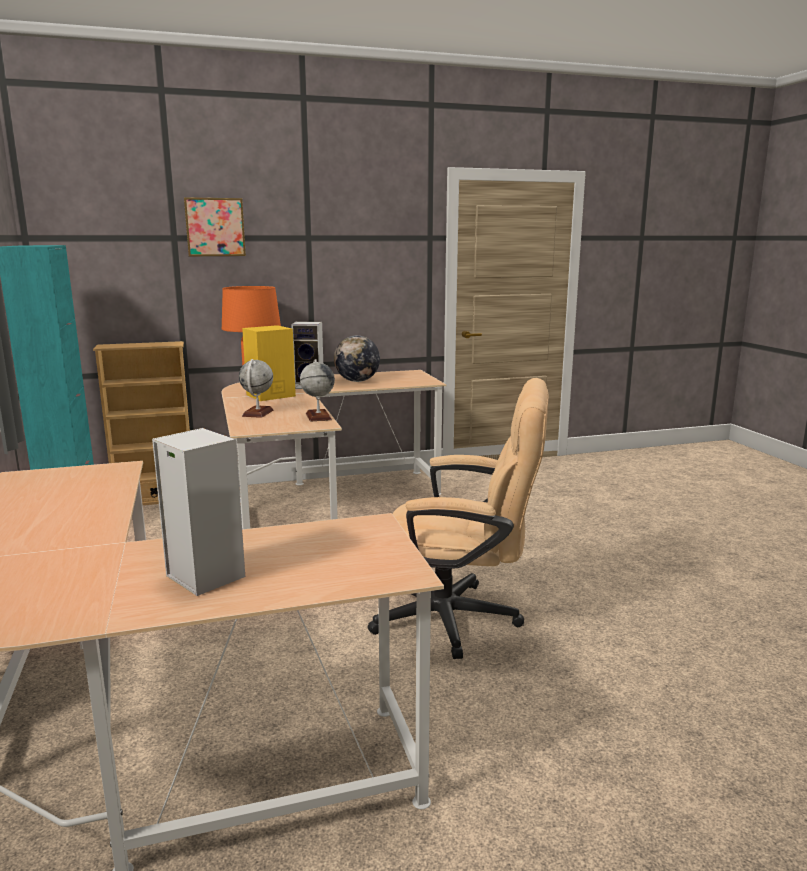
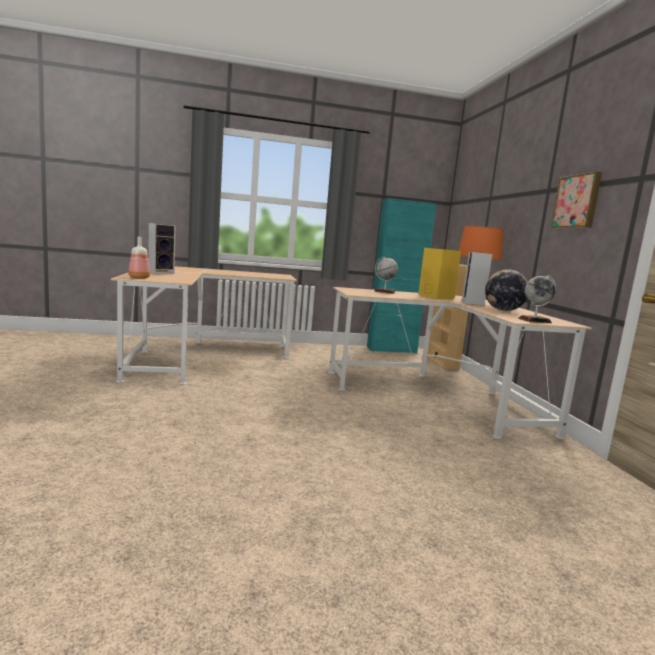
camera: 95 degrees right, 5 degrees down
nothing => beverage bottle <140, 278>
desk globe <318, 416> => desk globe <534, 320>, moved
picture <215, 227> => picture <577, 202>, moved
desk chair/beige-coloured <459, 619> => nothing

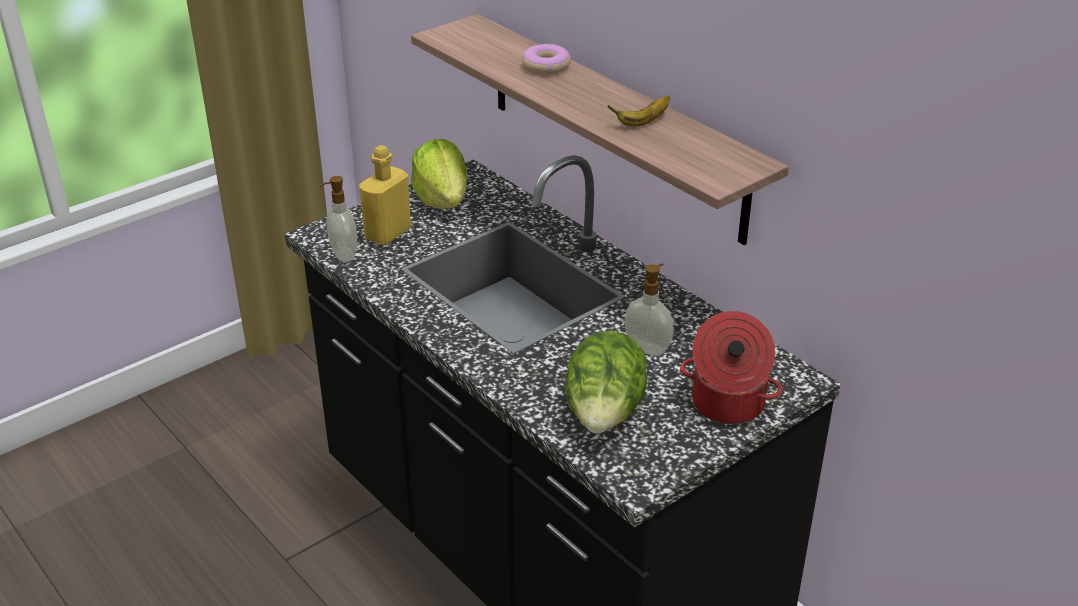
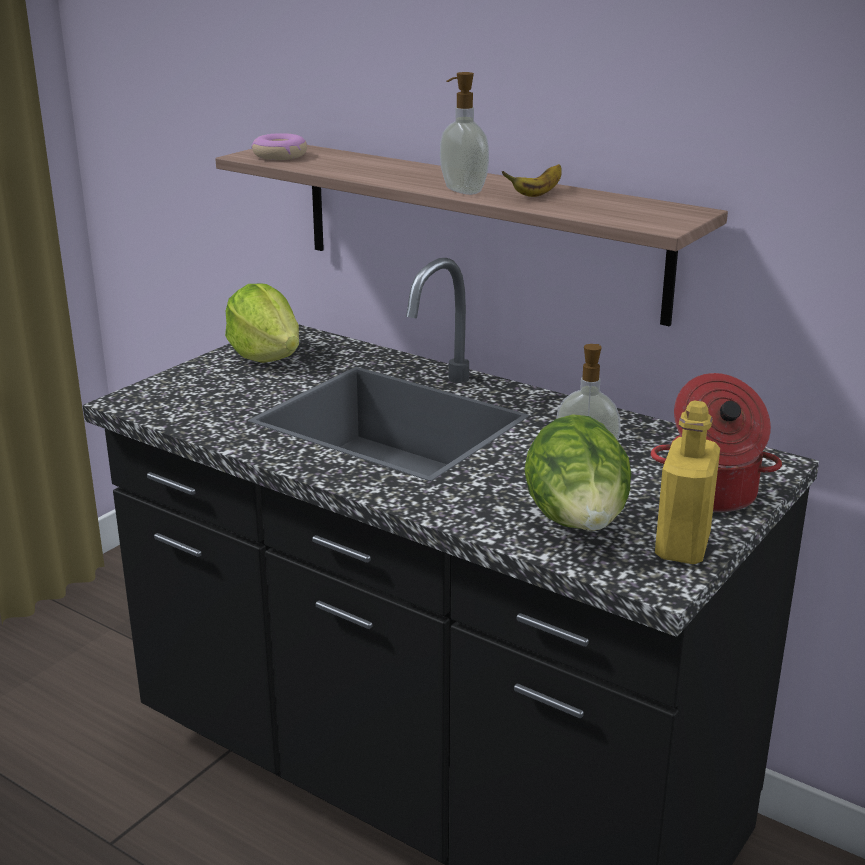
camera: 15 degrees left, 10 degrees down
ring doughnut <546, 66> => ring doughnut <280, 156>, moved
liquid soap bottle <342, 255> => liquid soap bottle <462, 191>, moved
beverage bottle/yellowish <388, 234> => beverage bottle/yellowish <682, 546>, moved

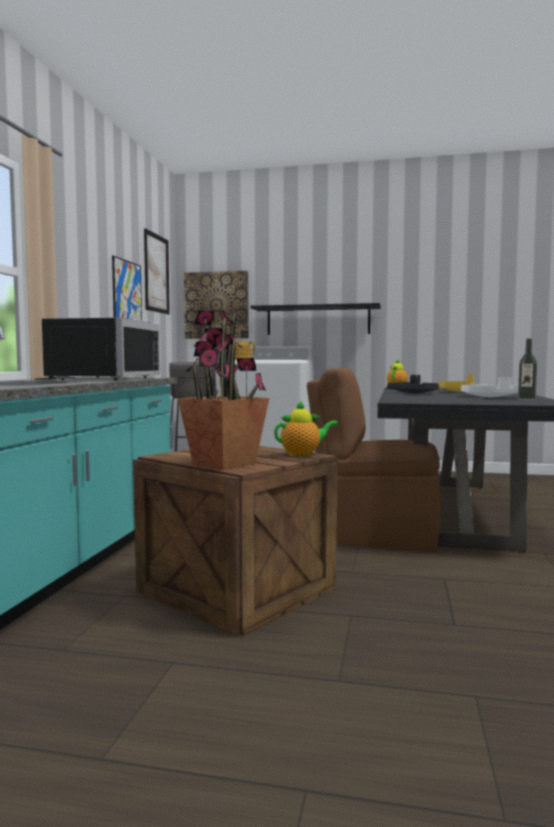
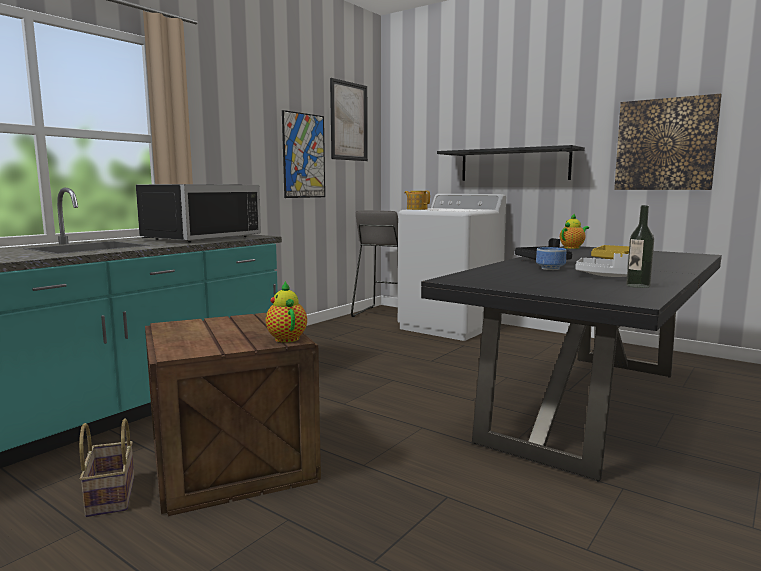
camera: 25 degrees right, 5 degrees up
nothing => storage basket <109, 495>
pot for tea <303, 454> => pot for tea <286, 338>, 120 degrees counterclockwise
nothing => bowl <549, 268>
picture <216, 305> => picture <665, 144>, moved
potted plant <223, 464> => nothing
upright chair/brownish <374, 535> => nothing

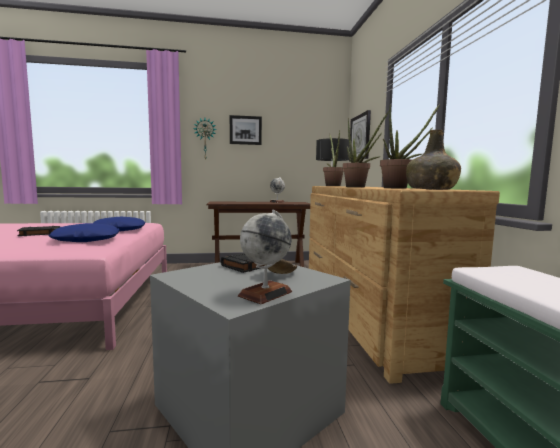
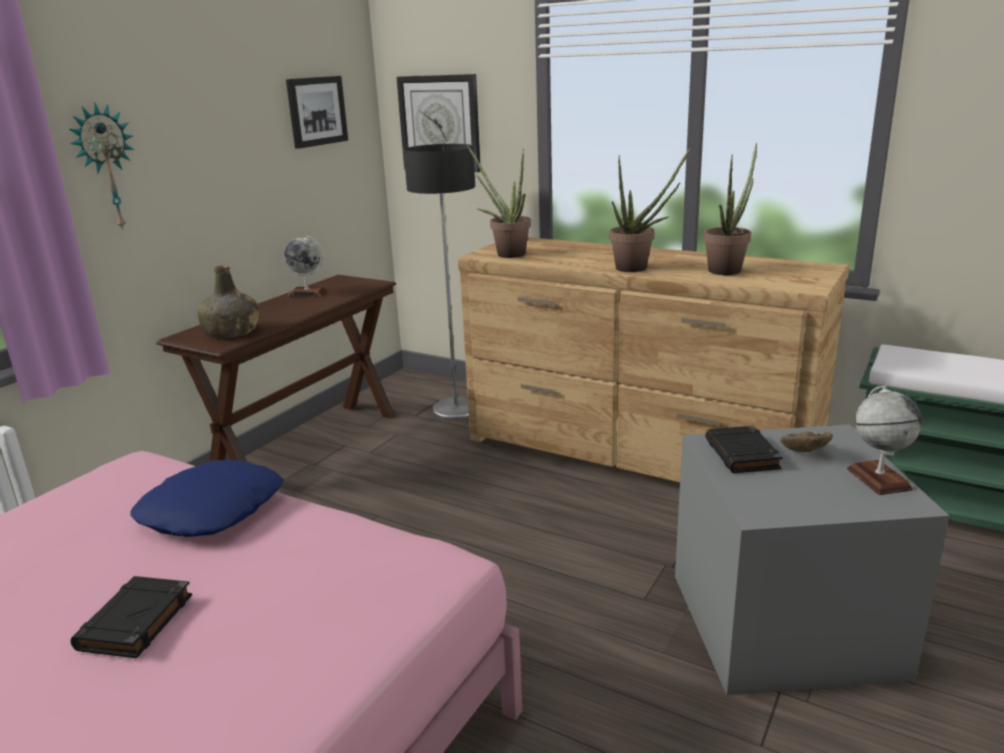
camera: 50 degrees left, 15 degrees up
beverage bottle/greenish <431, 189> => beverage bottle/greenish <232, 332>, moved
picture <245, 130> => picture <316, 111>, moved
cushion/bluish <87, 240> => nothing

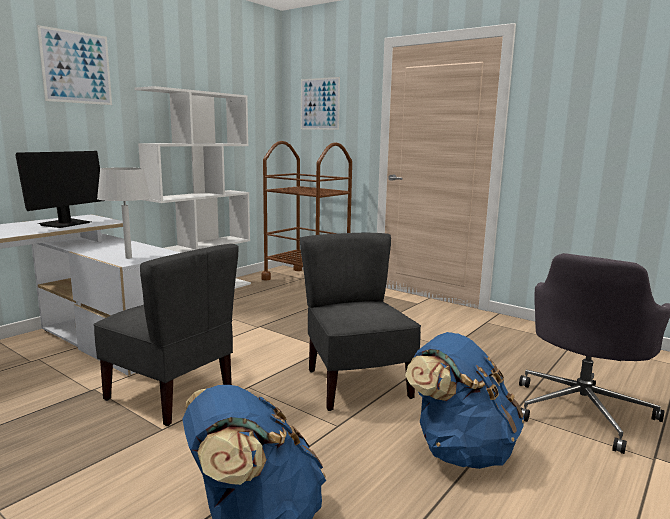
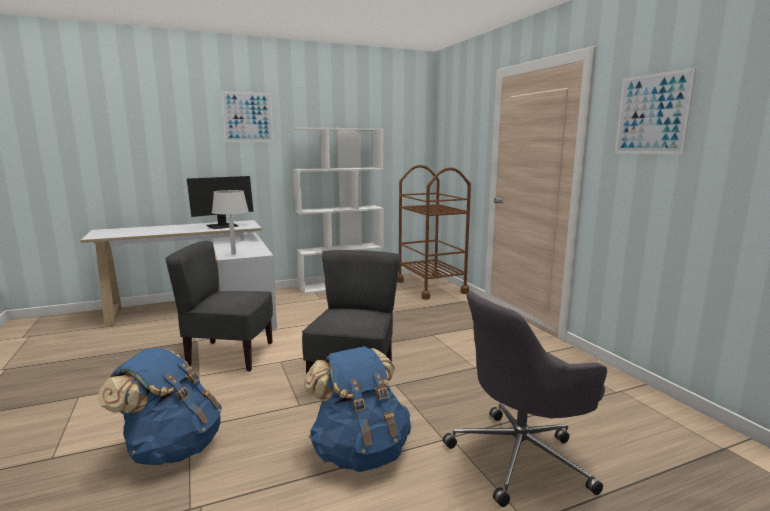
camera: 30 degrees right, 0 degrees up
upright chair/grey <171, 395> => upright chair/grey <230, 355>, 120 degrees clockwise
picture <319, 104> => picture <652, 114>, moved

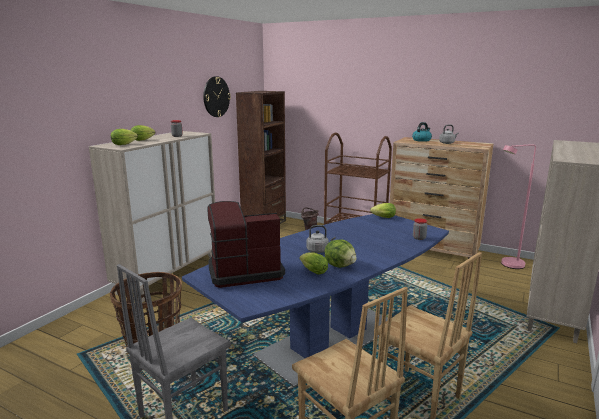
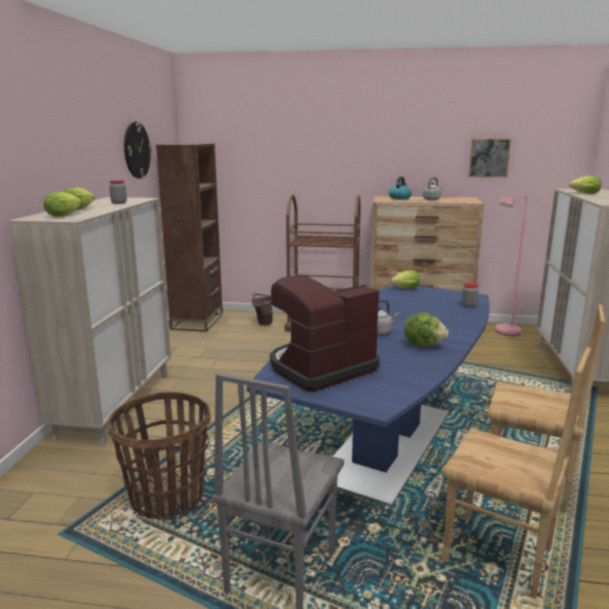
camera: 20 degrees left, 0 degrees up
nothing => picture <489, 157>
lettuce <312, 271> => lettuce <583, 193>, moved

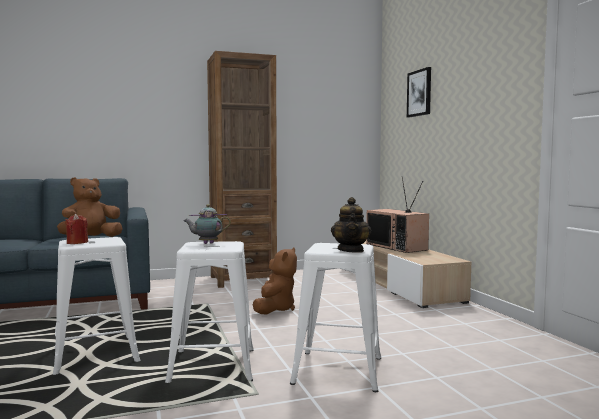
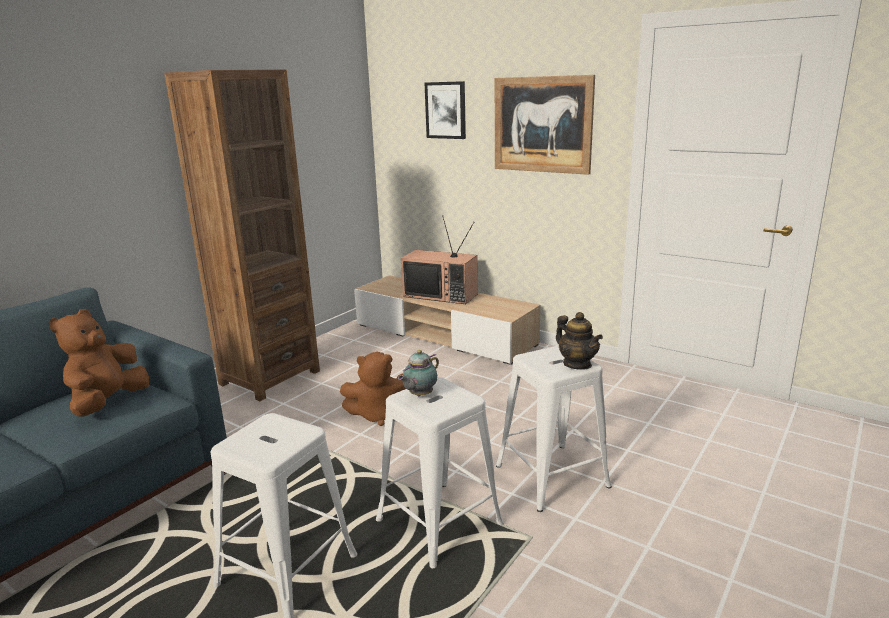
camera: 35 degrees left, 15 degrees up
cuddly toy/brownish <275, 309> => cuddly toy/brownish <379, 414>, 105 degrees clockwise
nothing => picture <542, 124>
wax candle/reddish <77, 242> => nothing

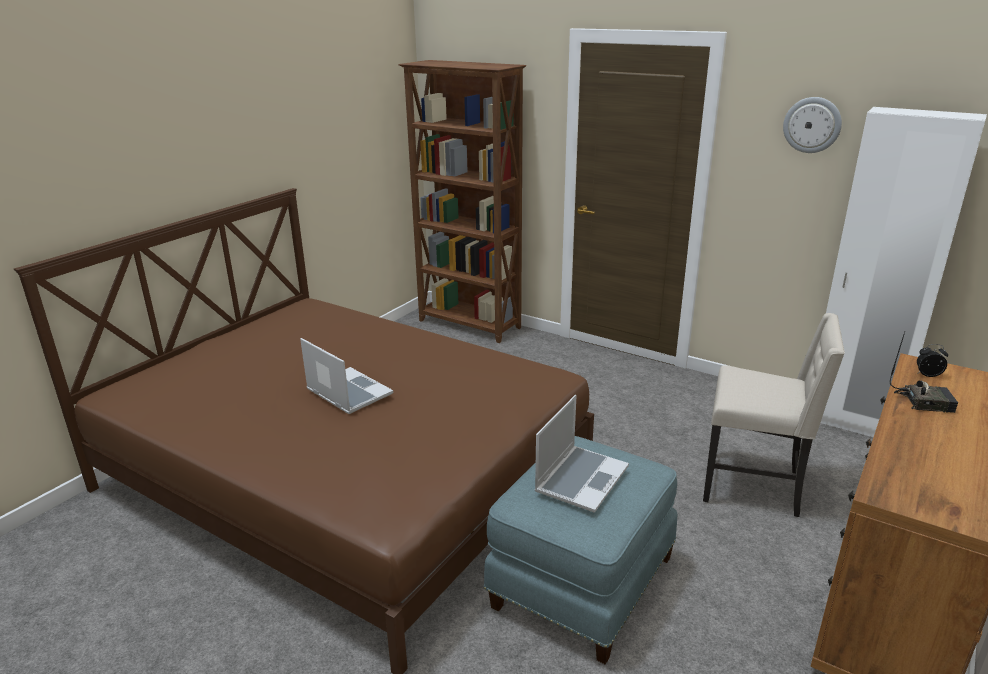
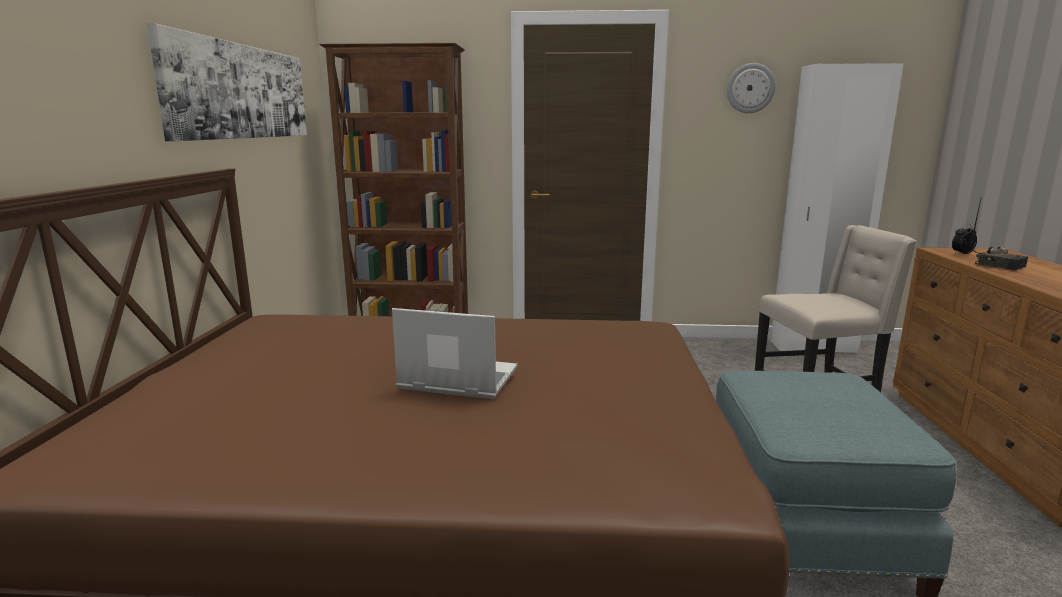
camera: 30 degrees left, 10 degrees down
nothing => picture <241, 92>
radio receiver <924, 402> => radio receiver <999, 265>, 75 degrees clockwise
laptop <581, 479> => nothing

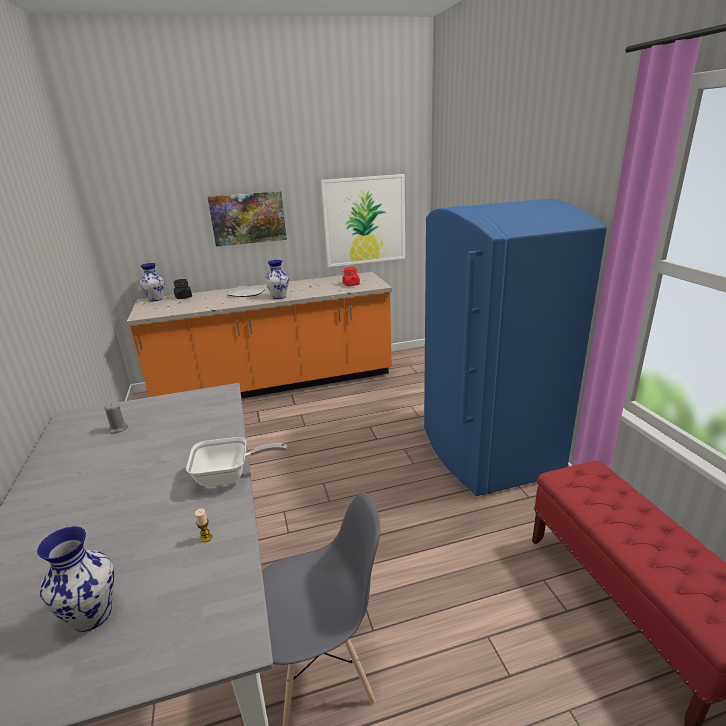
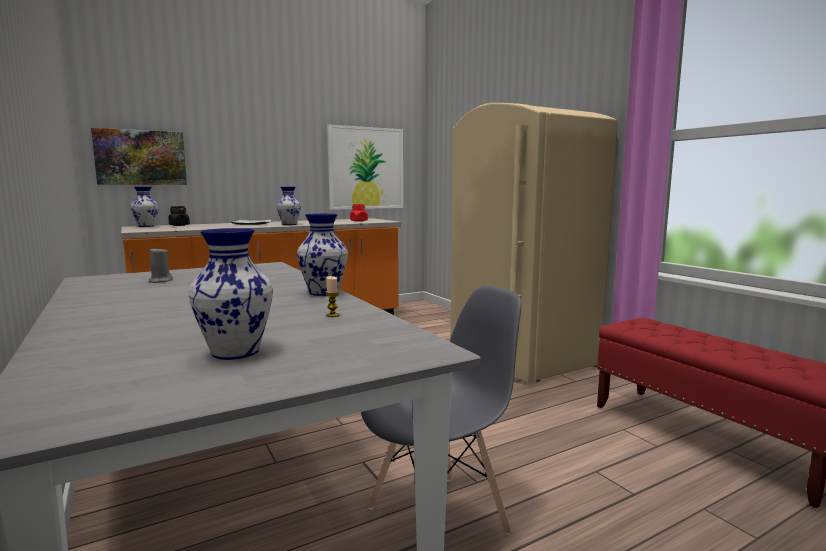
camera: 15 degrees left, 15 degrees down
picture <248, 218> => picture <141, 157>, moved
pan <229, 476> => flower vase <324, 292>
kitchen fridge/bluish <487, 452> => kitchen fridge/beige-coloured <520, 357>

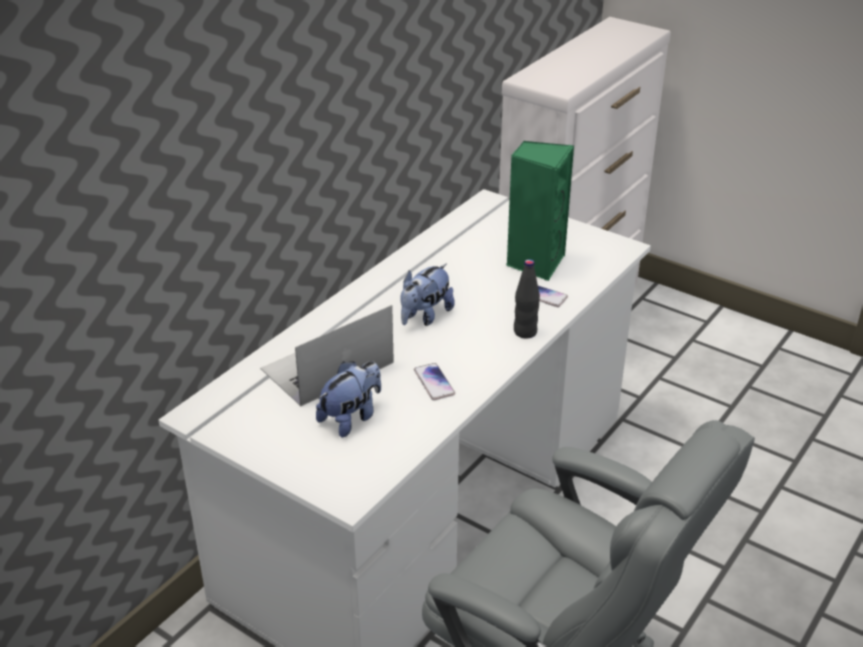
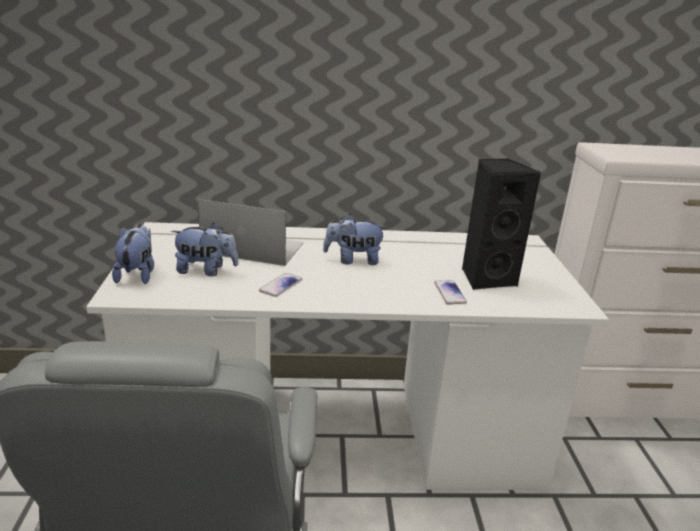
camera: 50 degrees right, 10 degrees down
nothing => cuddly toy <137, 274>
speaker/greenish <535, 263> => speaker/black-coloured <486, 278>
beverage bottle/black-coloured <525, 332> => nothing

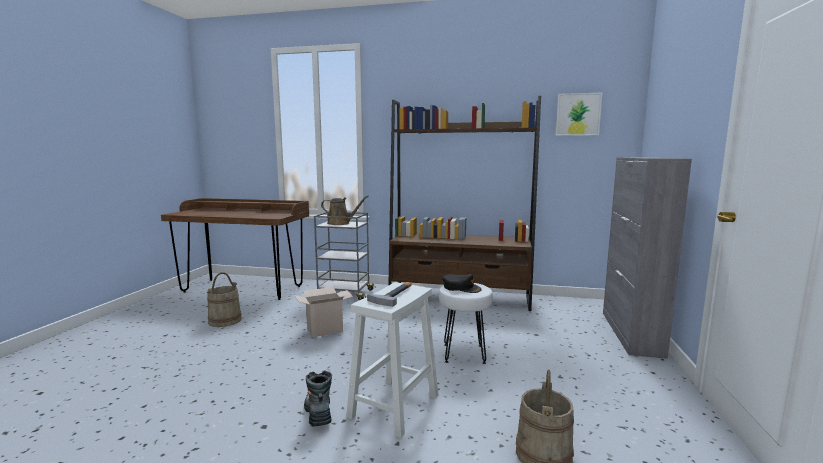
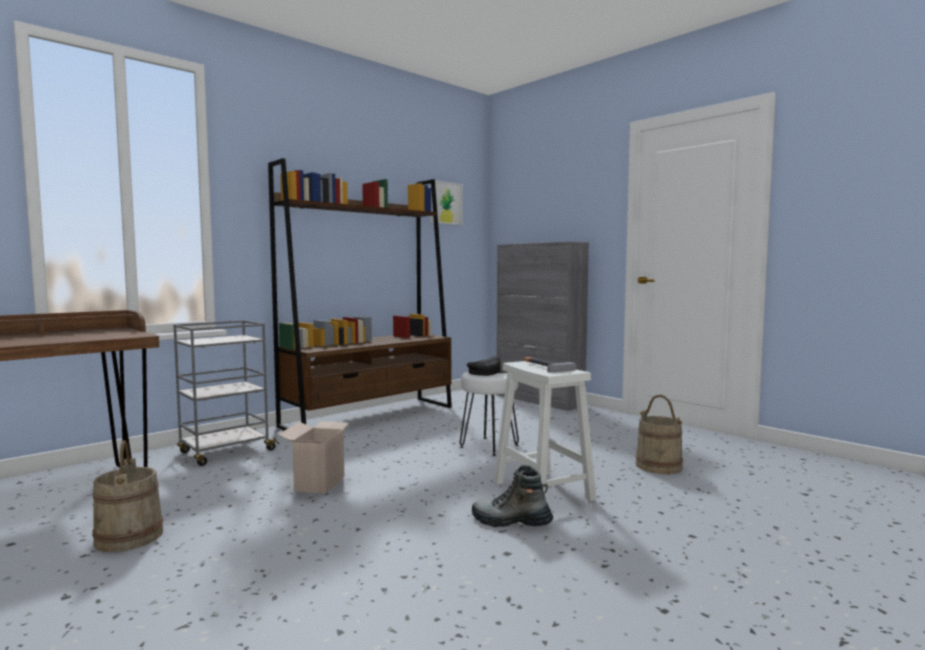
camera: 55 degrees left, 5 degrees down
watering can/brownish <341, 223> => nothing

